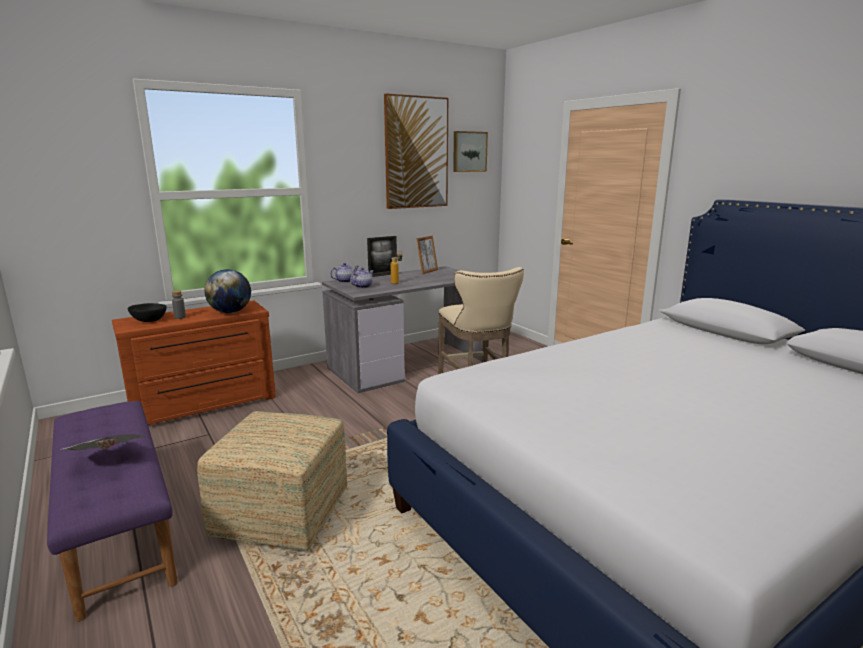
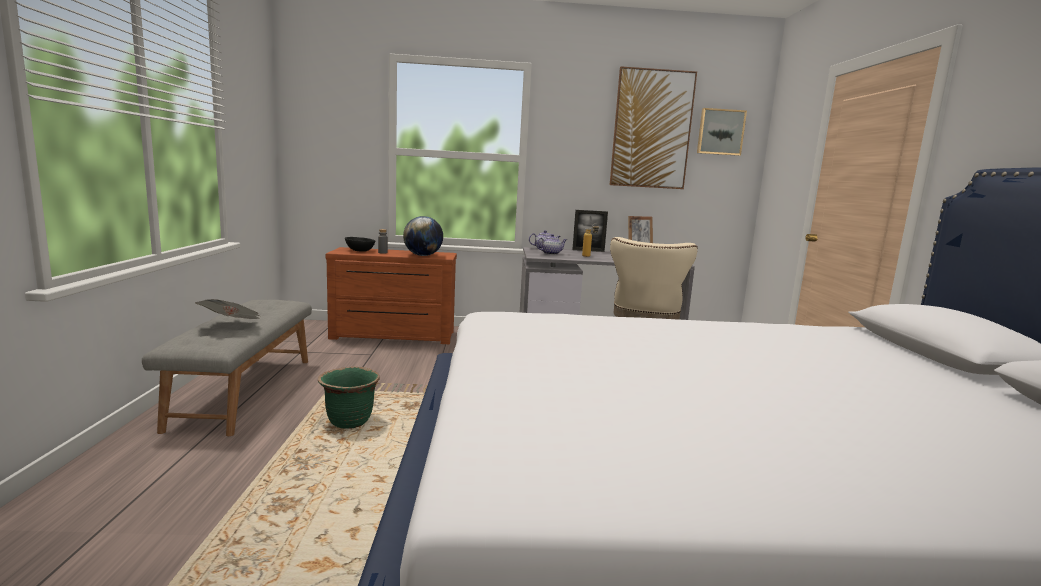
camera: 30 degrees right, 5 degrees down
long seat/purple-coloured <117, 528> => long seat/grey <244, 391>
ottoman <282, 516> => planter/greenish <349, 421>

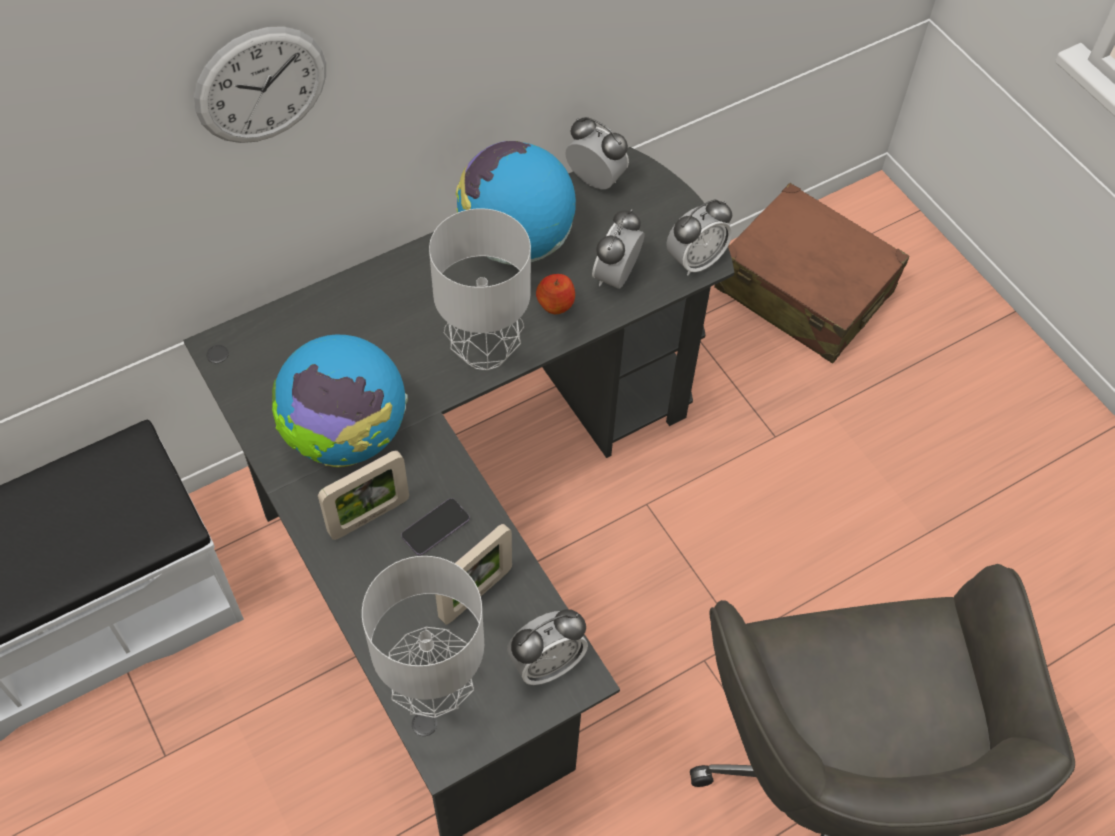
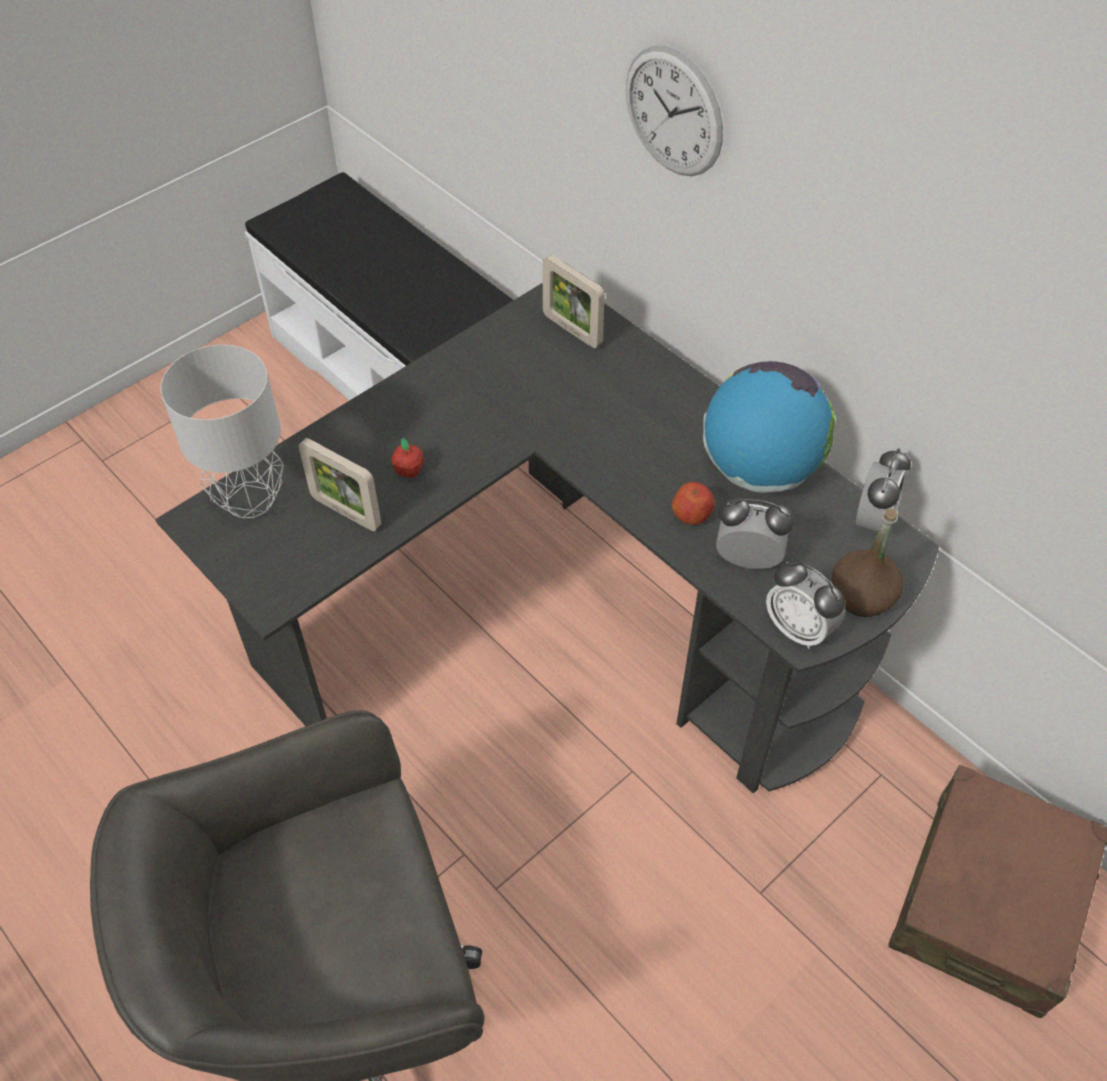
camera: 80 degrees right, 5 degrees down
handset <435, 528> => apple <409, 471>
photo frame <369, 517> => photo frame <572, 330>, moved
nothing => beverage bottle/brownish <862, 596>
desk globe <346, 435> => nothing
table lamp/grey <485, 349> => nothing
table clock <546, 664> => nothing

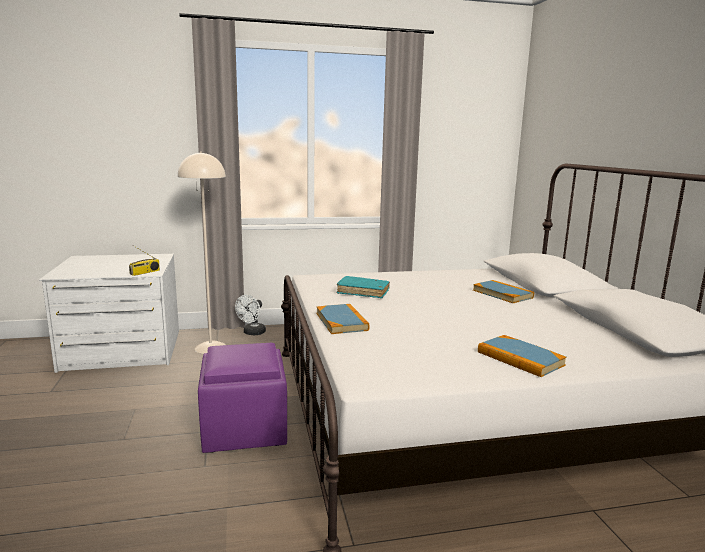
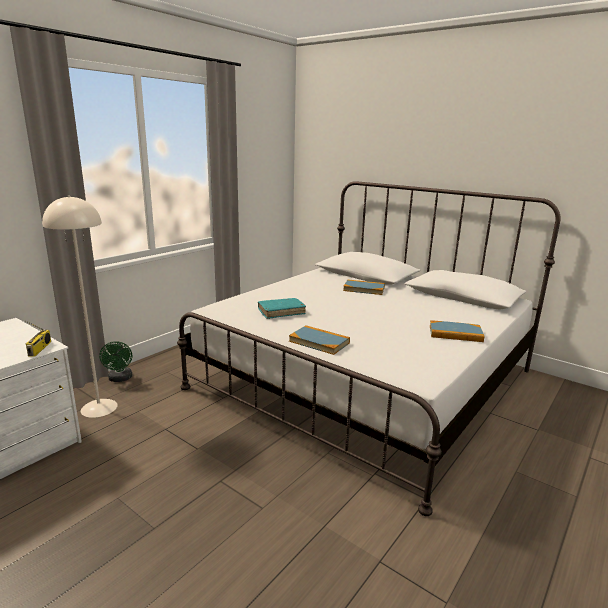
camera: 40 degrees left, 5 degrees up
fan/whitish <252, 333> => fan/greenish <120, 379>
ottoman/purple-coloured <245, 430> => nothing

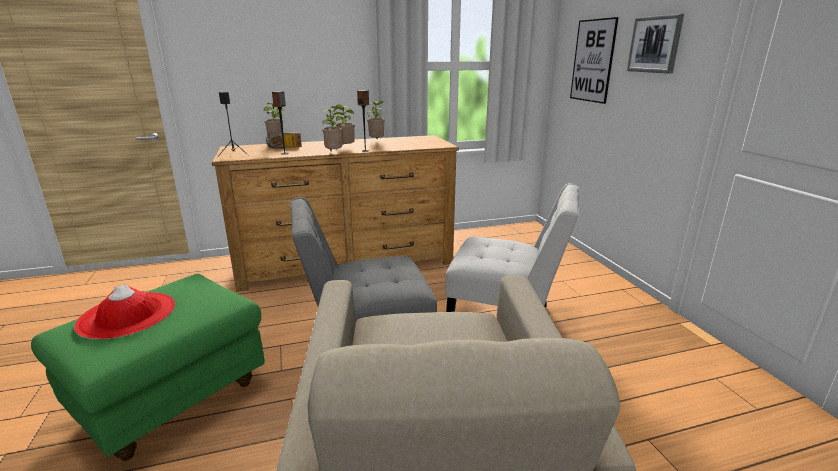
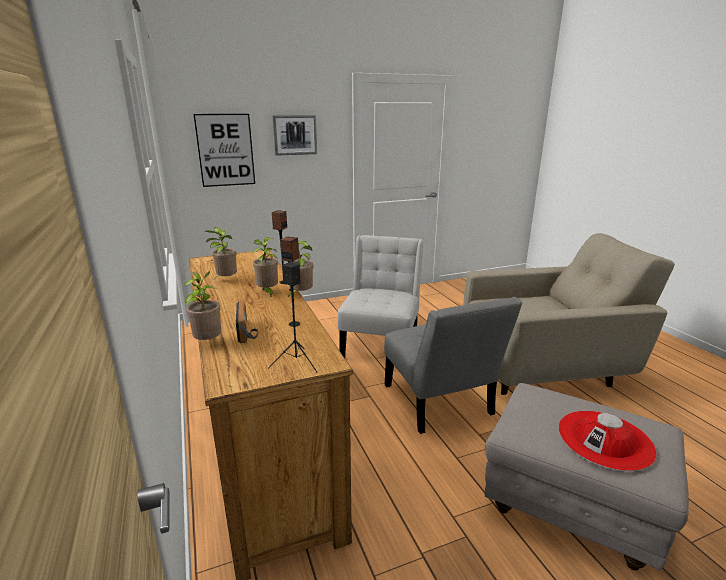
camera: 95 degrees left, 0 degrees up
ottoman/greenish <172, 402> => ottoman/grey <570, 509>

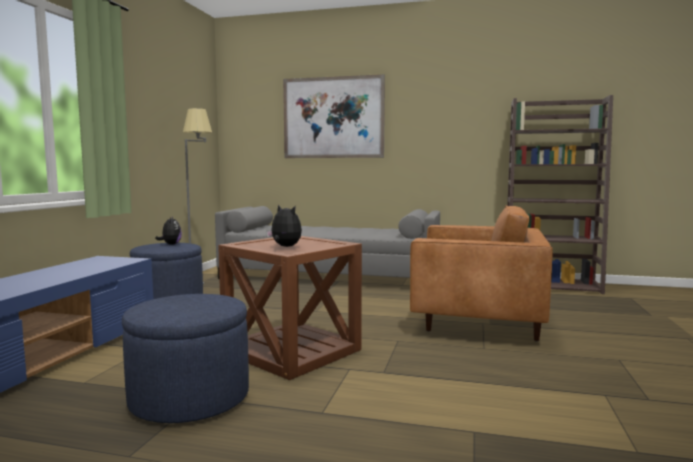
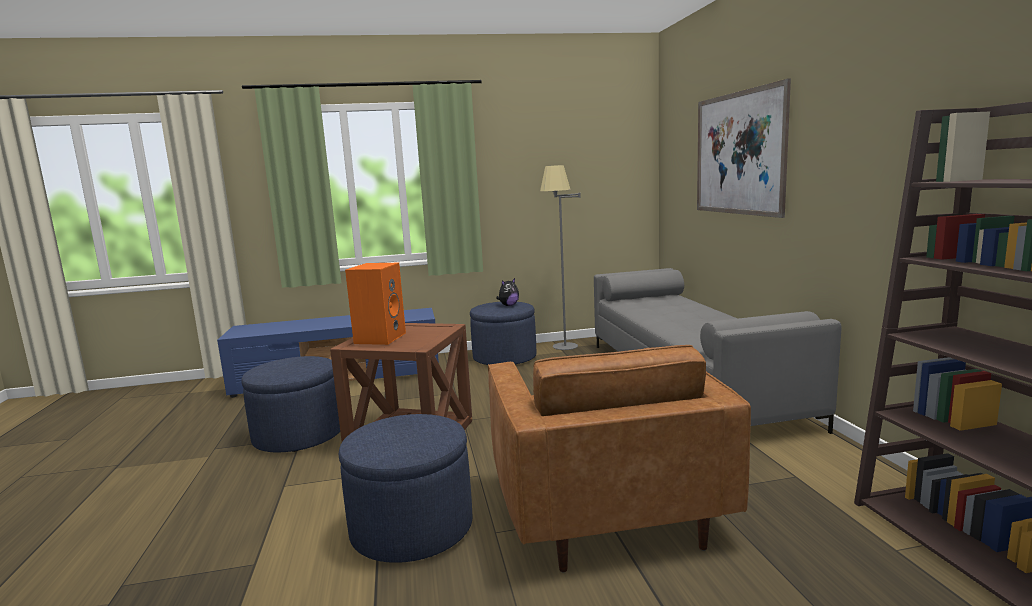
camera: 65 degrees right, 5 degrees up
nothing => ottoman/bluish <412, 528>
cuddly toy <285, 247> => speaker/orange <380, 338>

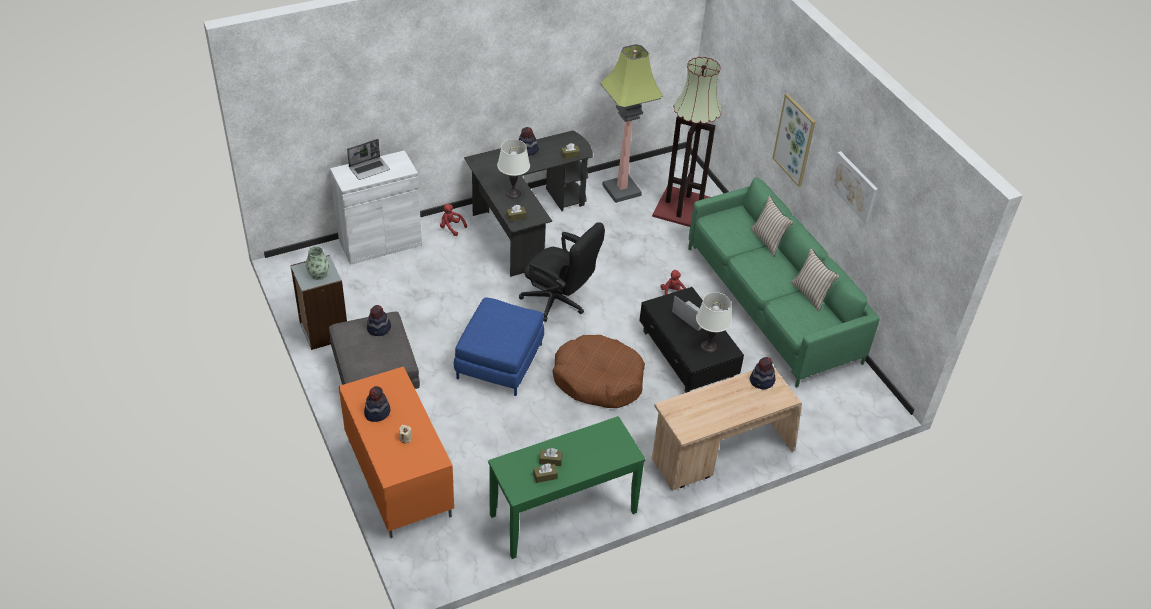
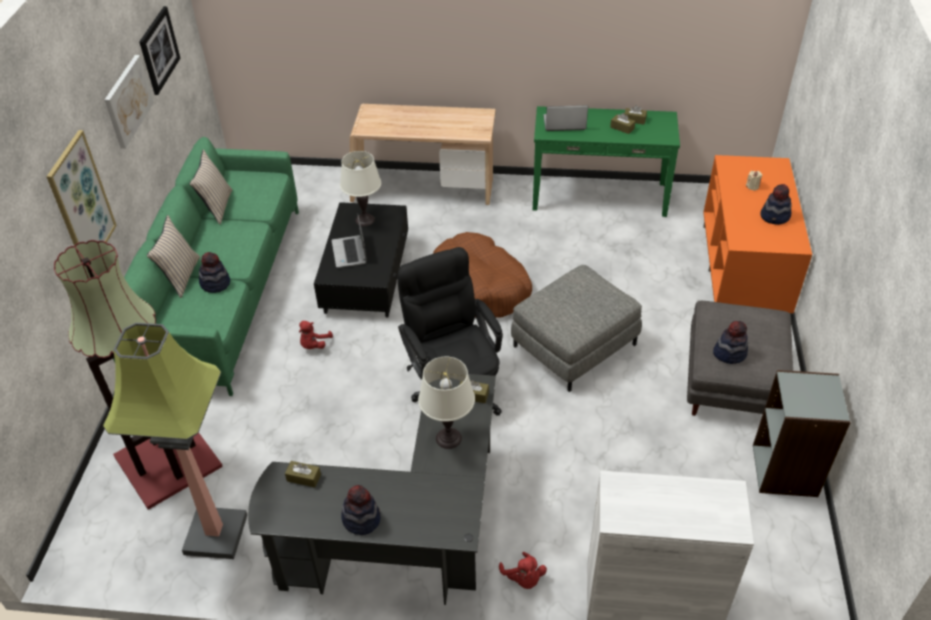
camera: 145 degrees left, 0 degrees up
nothing => picture <158, 50>
hat <762, 381> => hat <215, 283>, moved
ottoman/bluish <500, 361> => ottoman/grey <574, 345>
laptop <369, 168> => laptop <563, 123>, moved
flower vase <318, 274> => nothing

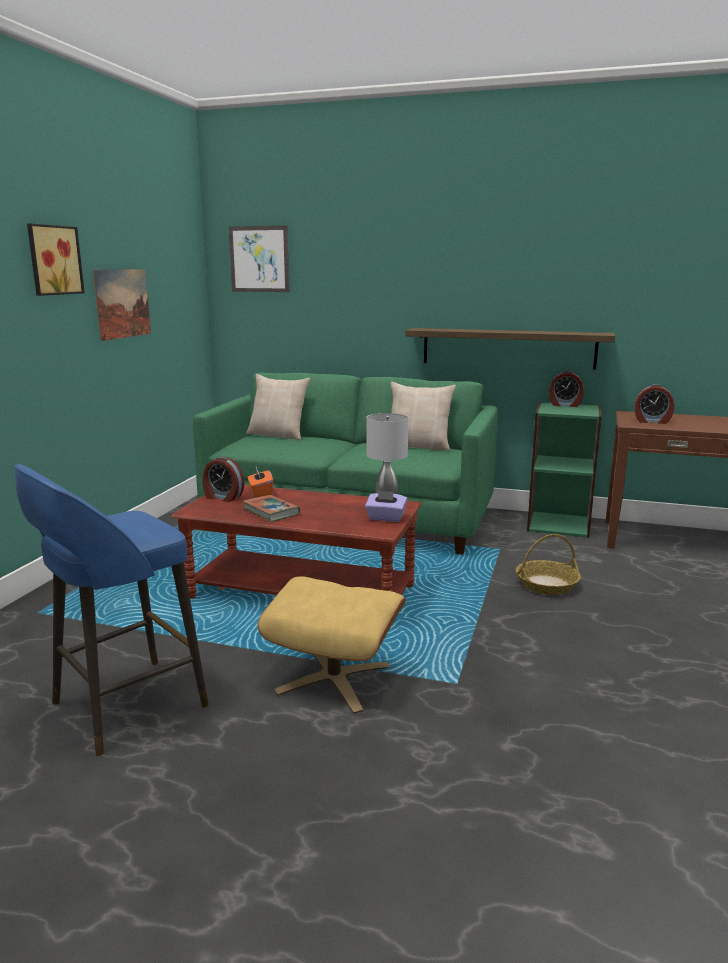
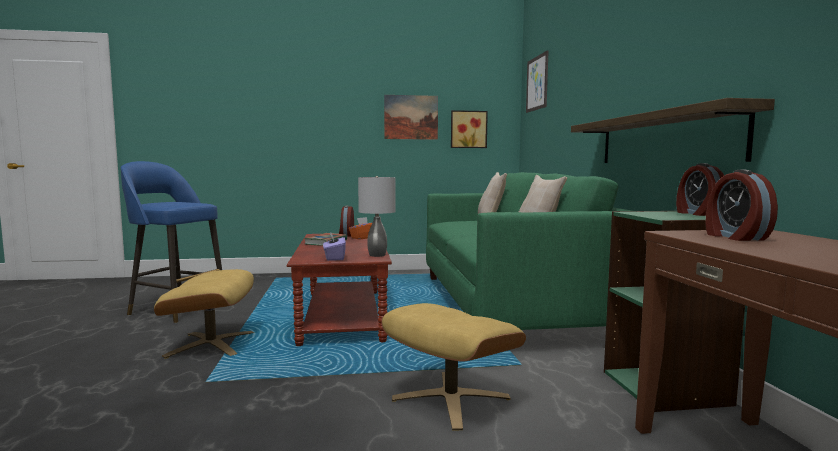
camera: 65 degrees right, 10 degrees down
storage basket <546, 585> => ottoman/beige-coloured <450, 398>
picture <53, 260> => picture <468, 129>, moved

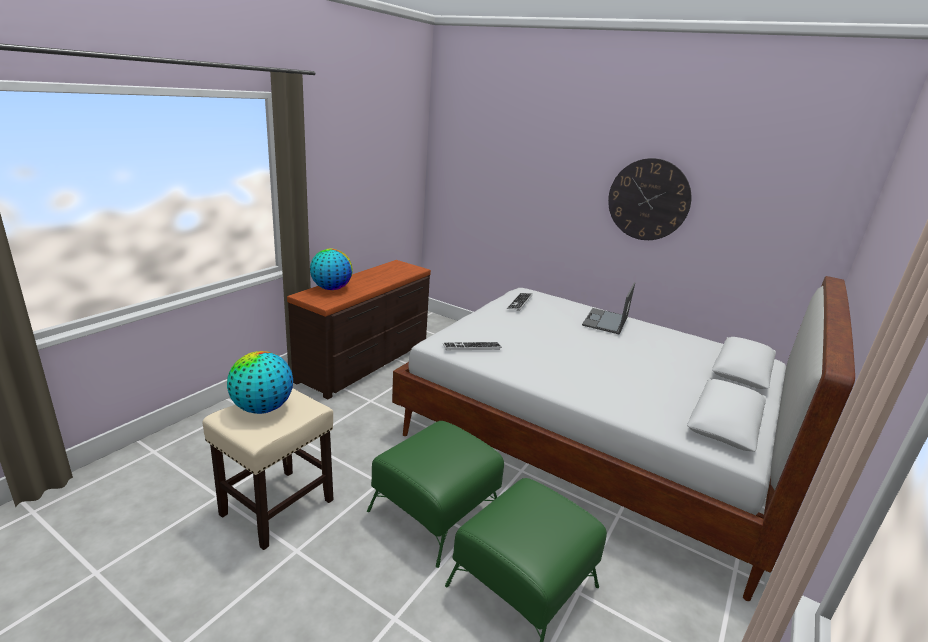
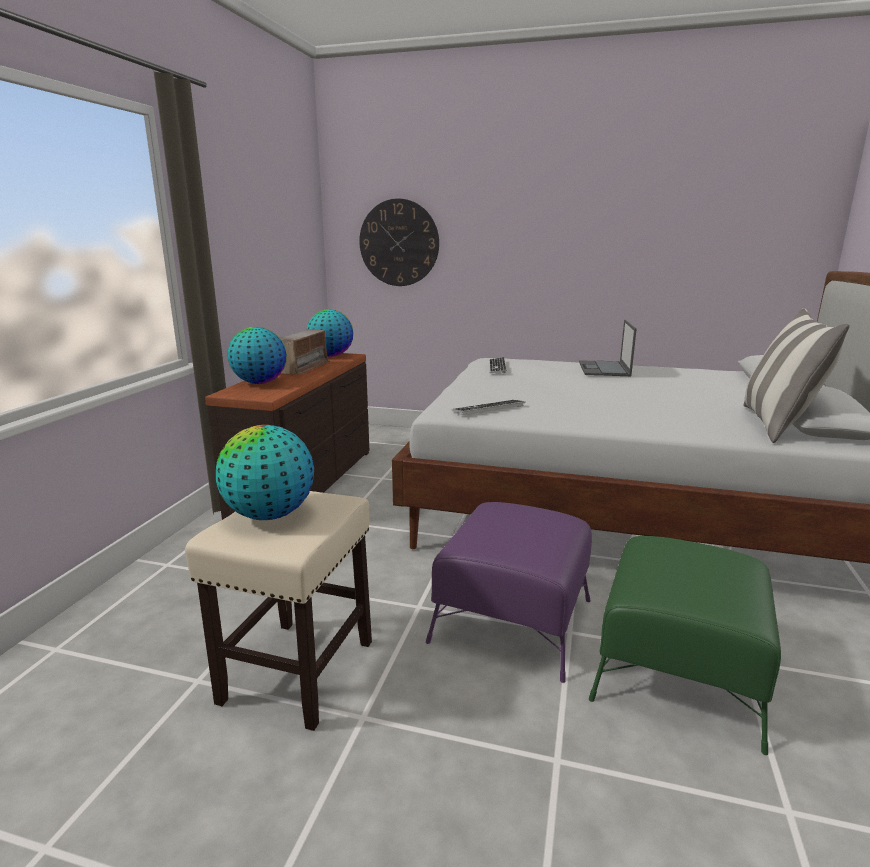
camera: 15 degrees left, 5 degrees down
nothing => radio receiver <303, 368>
nothing => desk globe <331, 356>
hanging clock <648, 200> => hanging clock <399, 243>, moved
ottoman/greenish <434, 511> => ottoman/purple-coloured <511, 621>
nothing => cushion <778, 425>

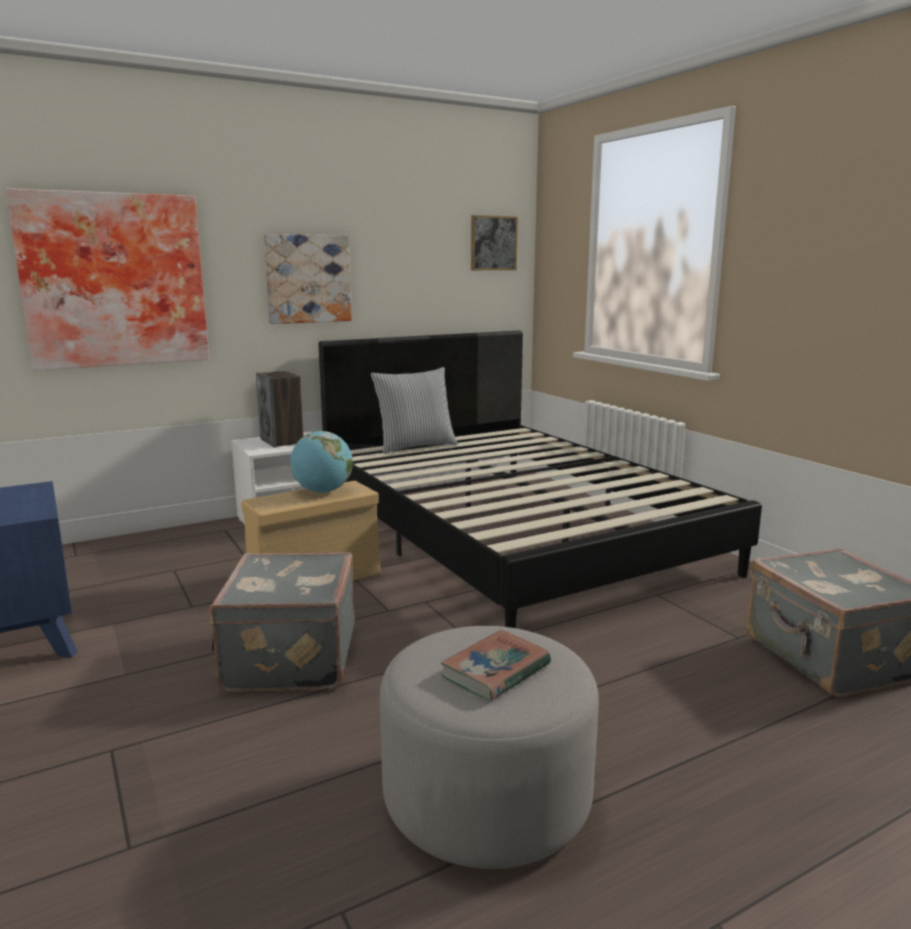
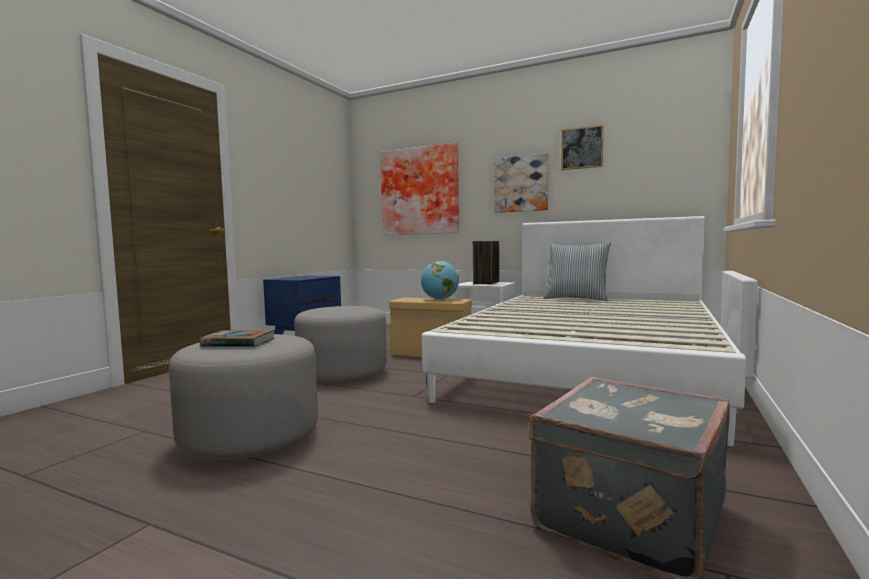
camera: 55 degrees right, 10 degrees down
piece of luggage/grey <288, 659> => ottoman/grey <342, 371>
bed/black-coloured <512, 534> => bed/whitish <590, 367>
picture <493, 243> => picture <582, 148>, moved

